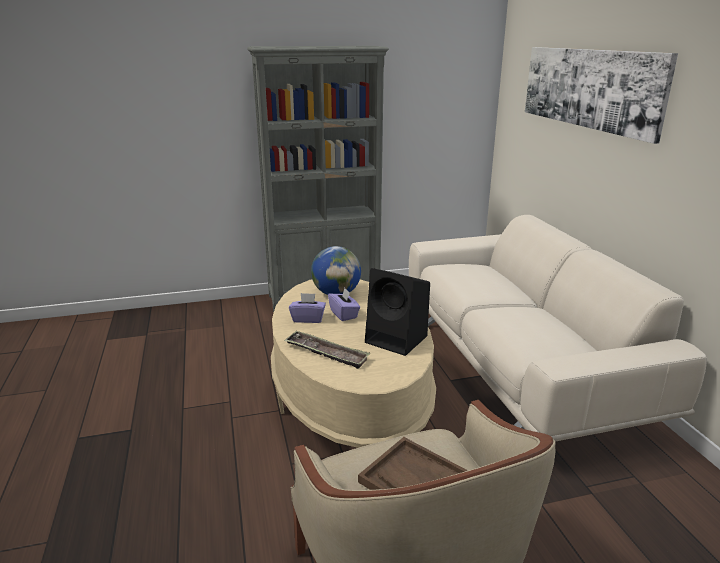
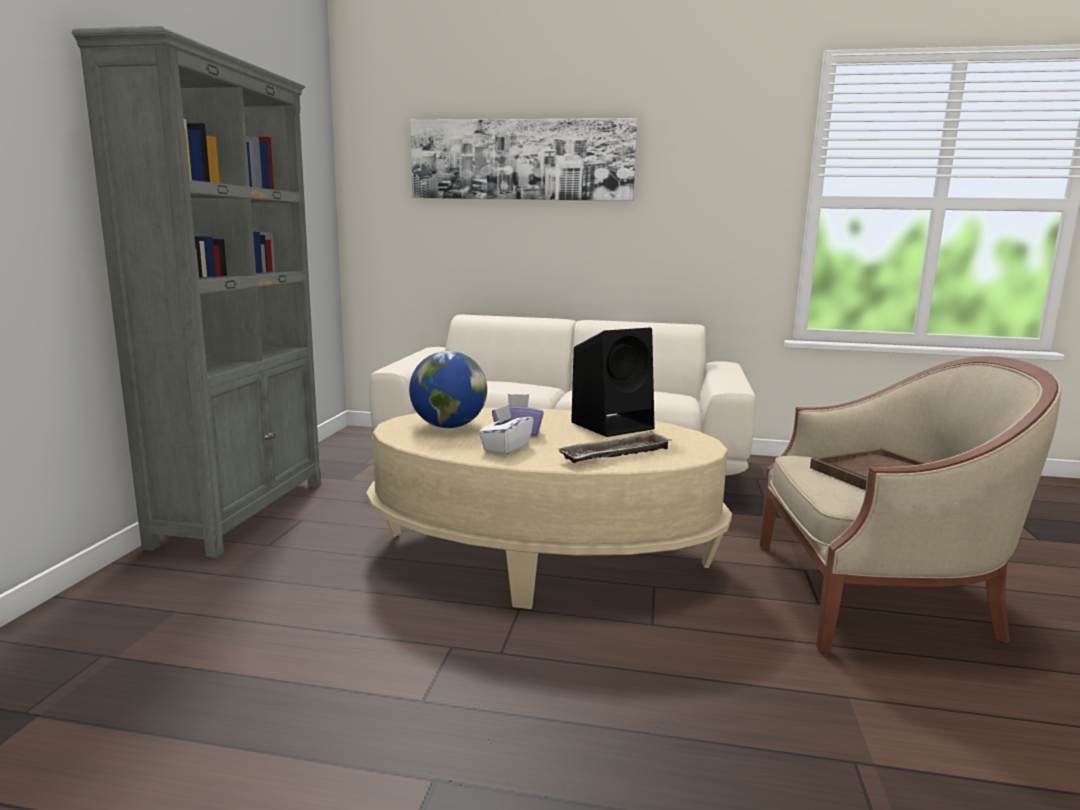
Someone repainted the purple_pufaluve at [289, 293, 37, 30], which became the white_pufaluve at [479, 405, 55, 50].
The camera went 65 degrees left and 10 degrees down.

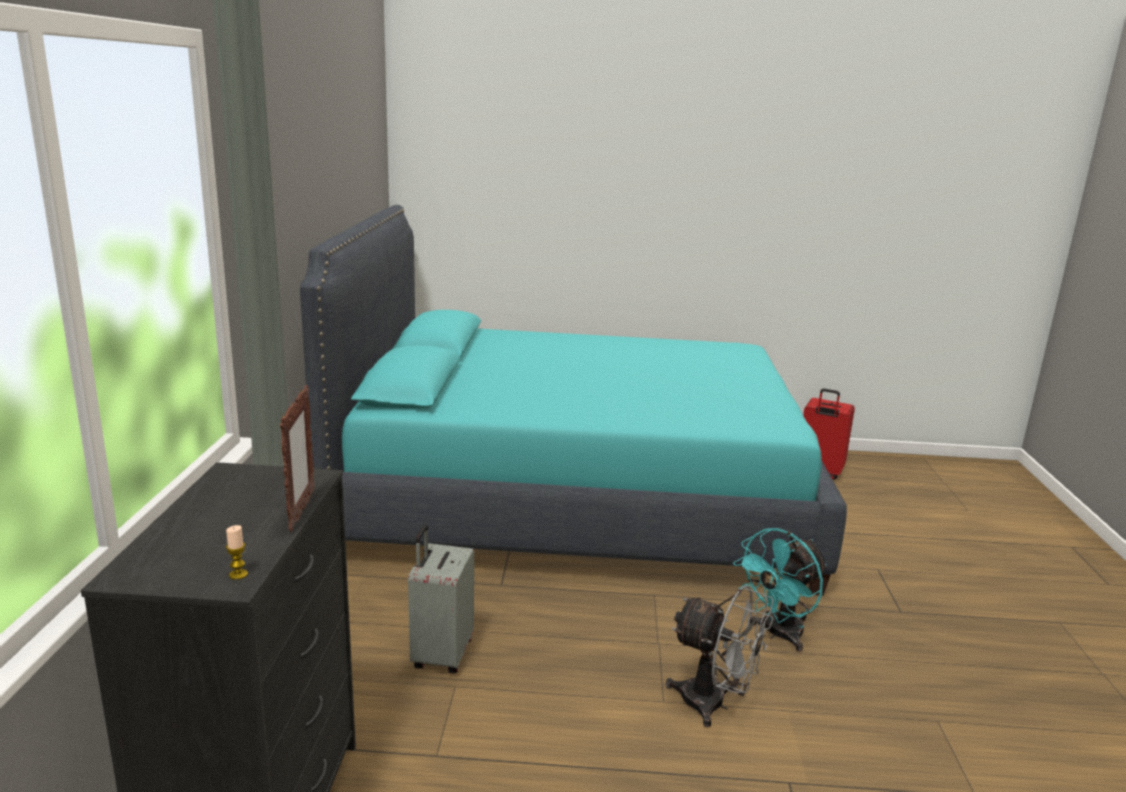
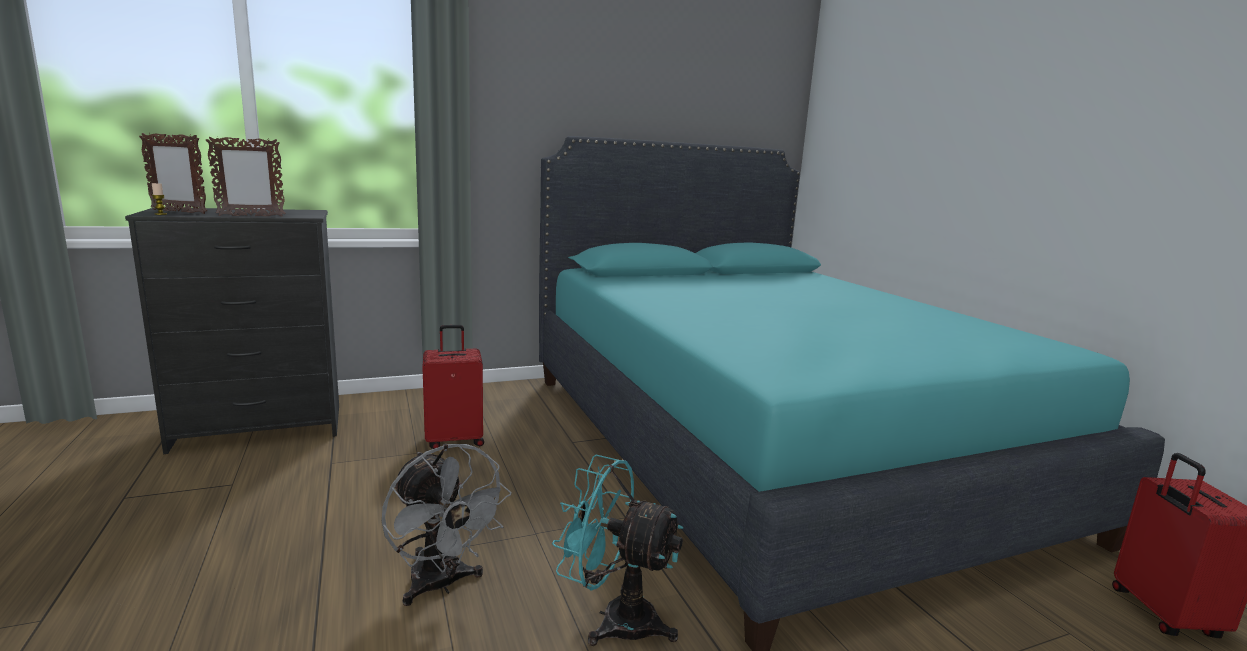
Someone repainted the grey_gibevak at [408, 524, 66, 149], which became the red_gibevak at [422, 325, 62, 124].
Someone rotated the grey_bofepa at [666, 585, 108, 143] by 45 degrees counterclockwise.
Someone put down the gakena at [139, 133, 68, 81].
The camera went 65 degrees right and 5 degrees down.

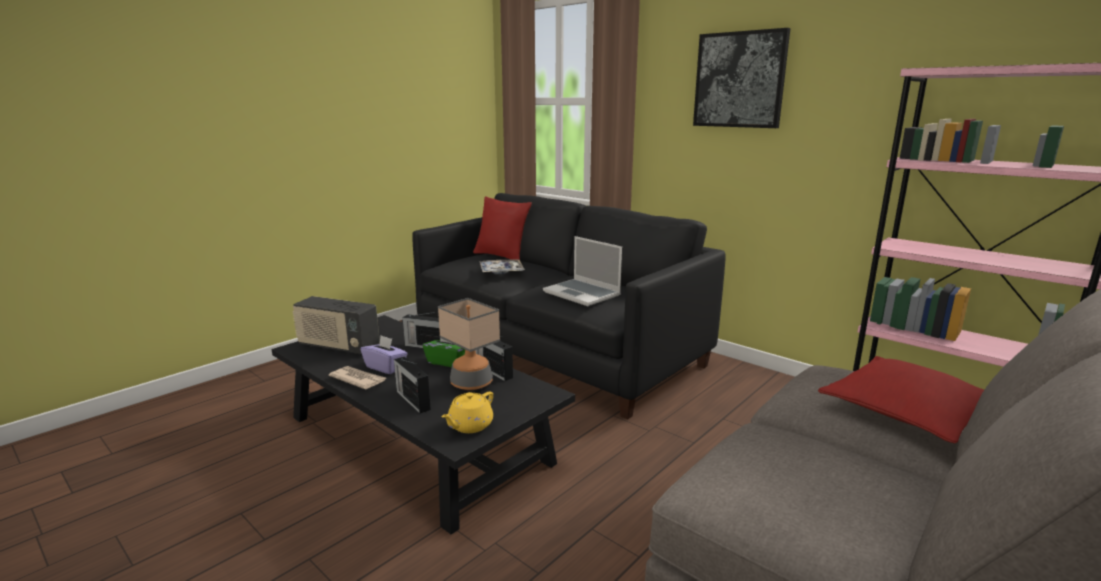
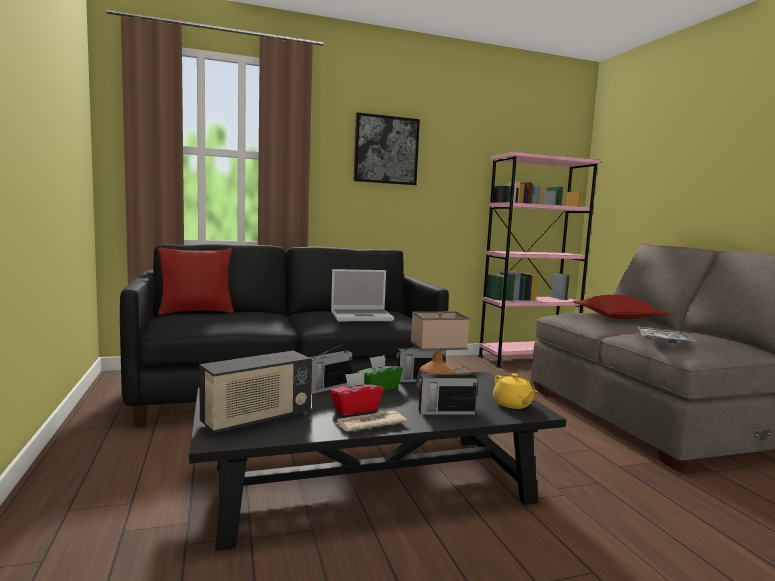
Someone repainted the purple_pufaluve at [360, 335, 48, 39], which became the red_pufaluve at [330, 372, 53, 43].
Someone carried the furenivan from [479, 260, 46, 14] to [636, 326, 61, 18].
The camera went 60 degrees left and 10 degrees down.

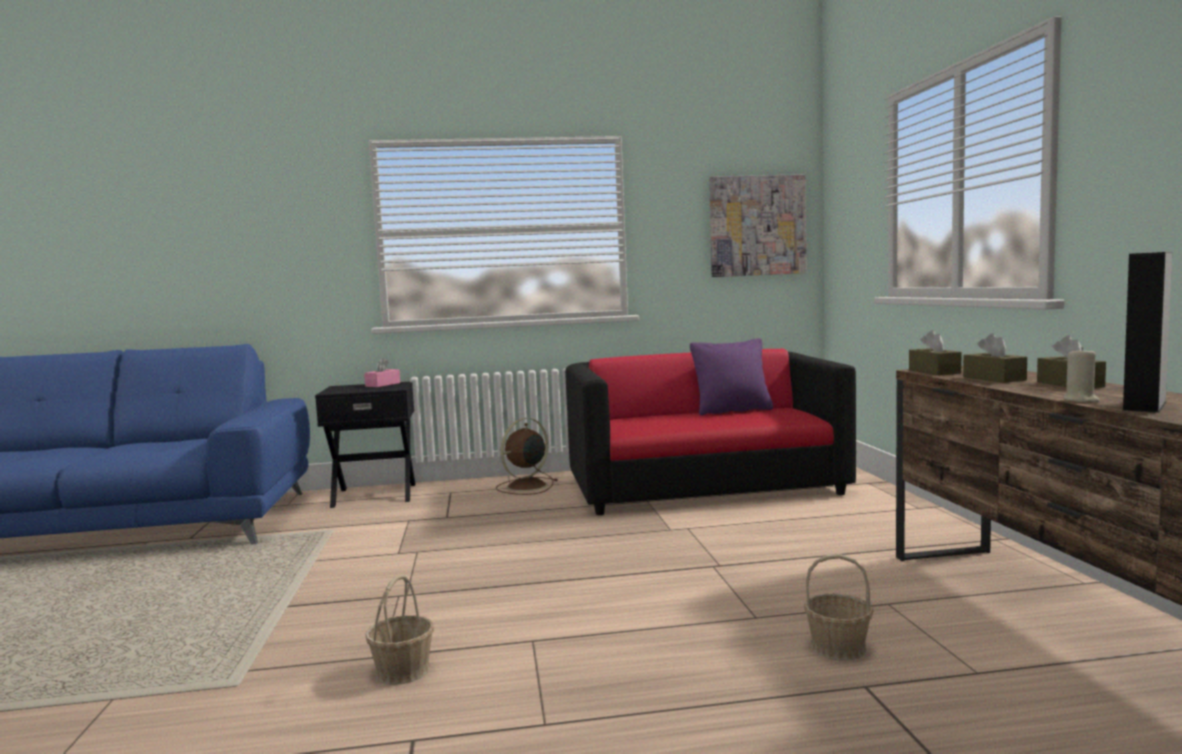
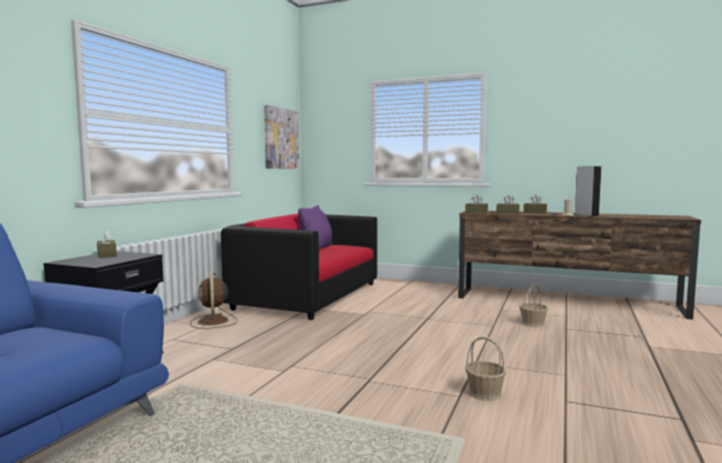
Someone repainted the pink_pufaluve at [364, 358, 36, 29], which became the brown_pufaluve at [97, 230, 20, 28].
The camera went 60 degrees left and 0 degrees up.

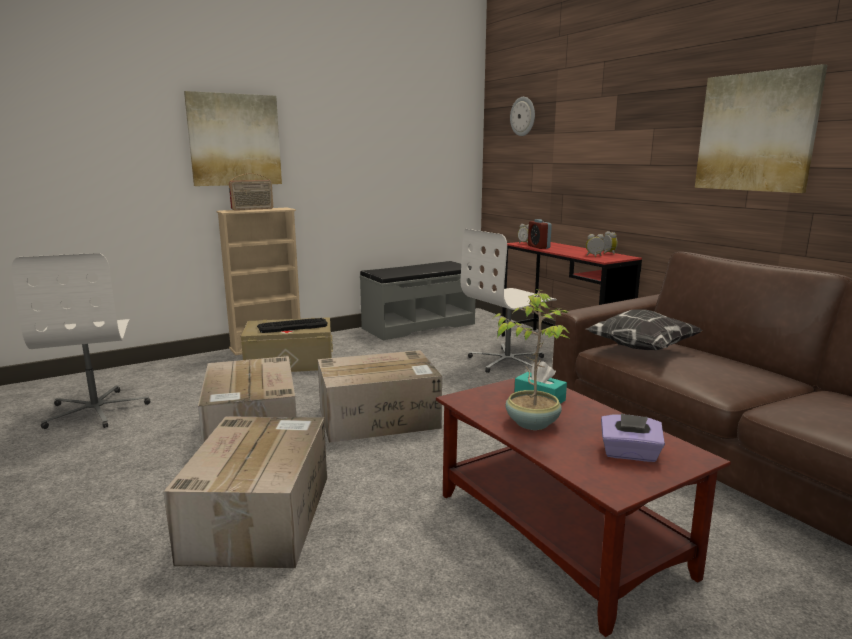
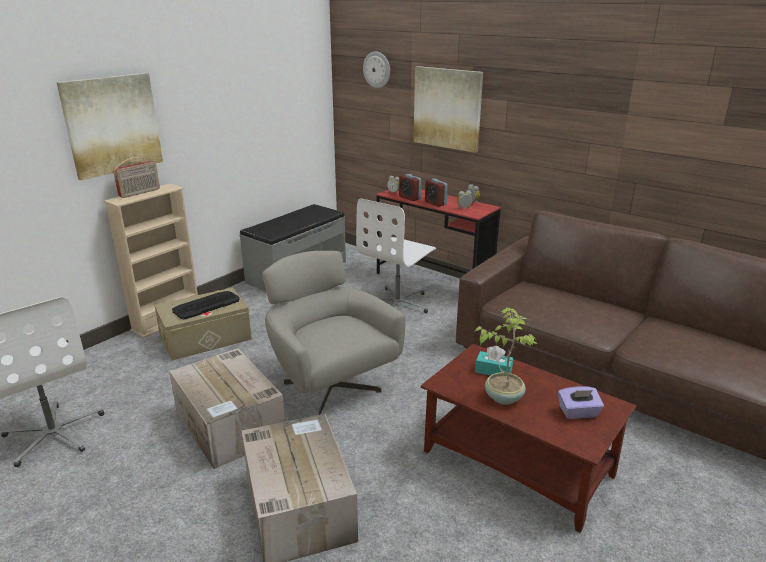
Someone swapped the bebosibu at [318, 350, 124, 93] for the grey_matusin at [262, 251, 143, 164].
Someone took away the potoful at [586, 309, 116, 41].
Someone carried the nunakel from [695, 64, 132, 129] to [413, 66, 70, 87].
Someone put down the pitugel at [425, 179, 23, 28].
The camera went 20 degrees left and 10 degrees up.

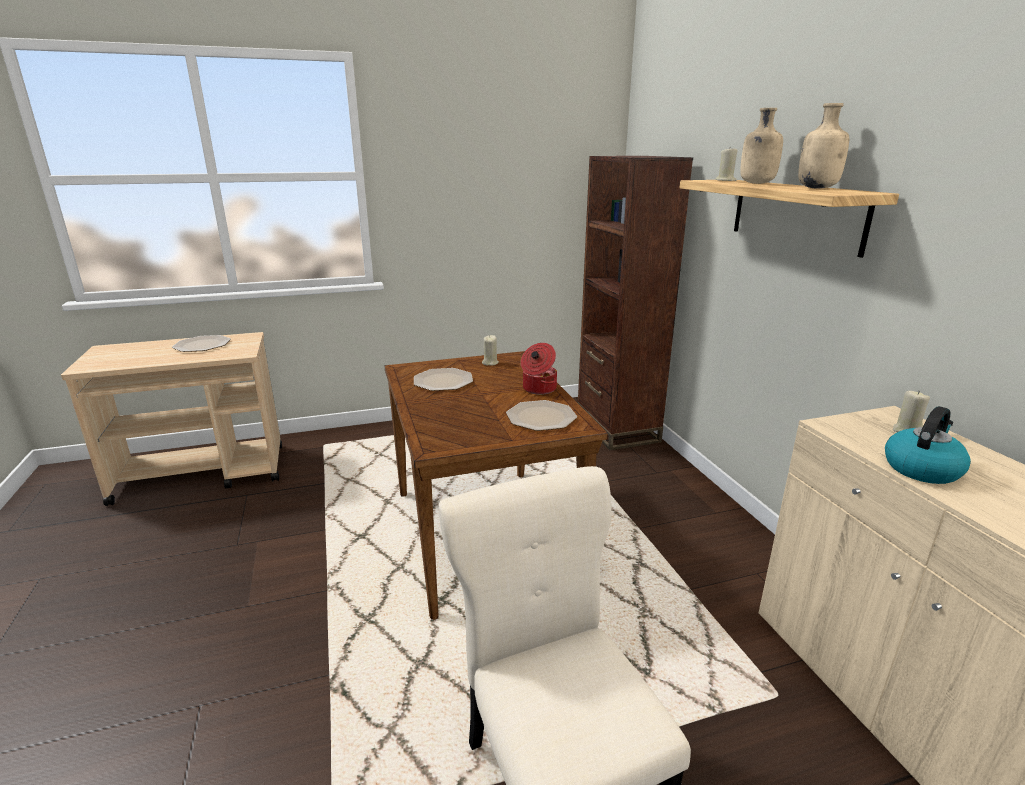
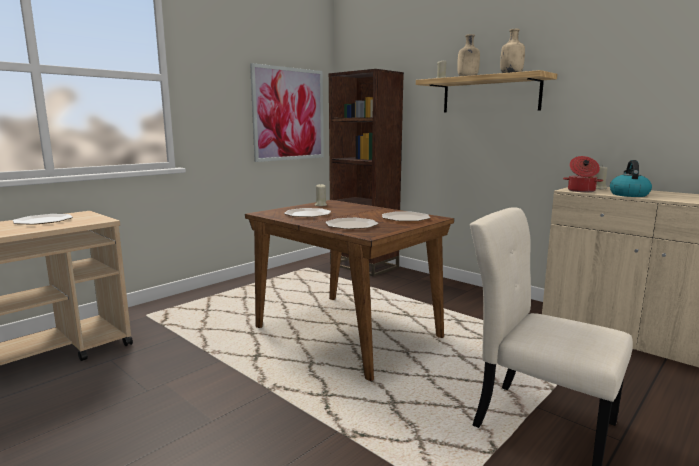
Someone carried the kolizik from [521, 343, 36, 52] to [563, 156, 40, 36].
Someone put up the nunakel at [250, 63, 74, 99].
Someone put down the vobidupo at [325, 218, 54, 11].
The camera went 30 degrees left and 10 degrees down.

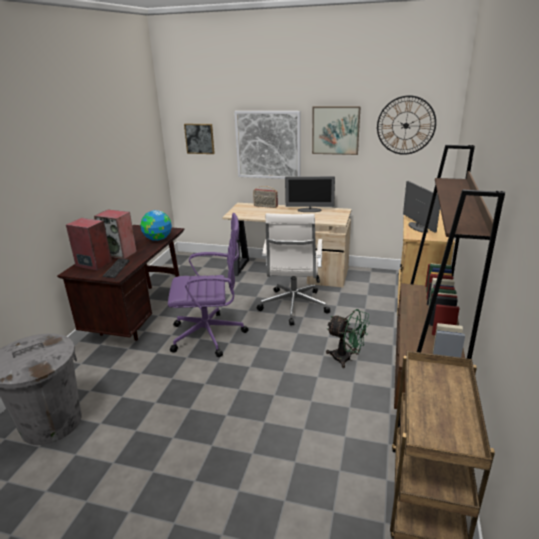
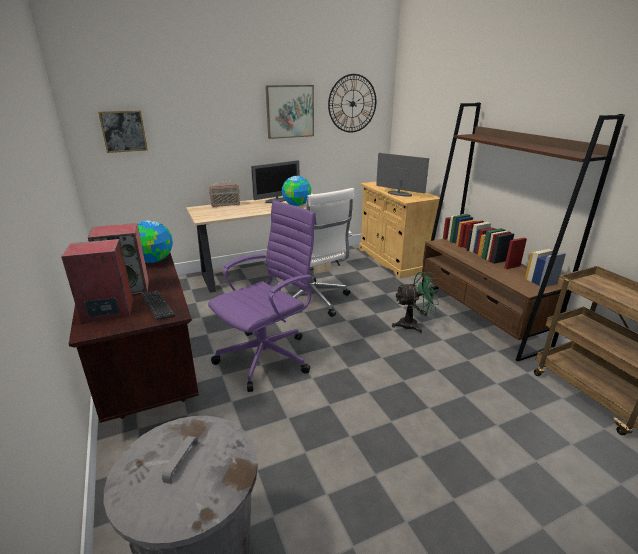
Someone took away the nunakel at [234, 111, 66, 68].
Someone put down the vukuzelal at [282, 176, 29, 30].
The camera went 40 degrees left and 0 degrees up.

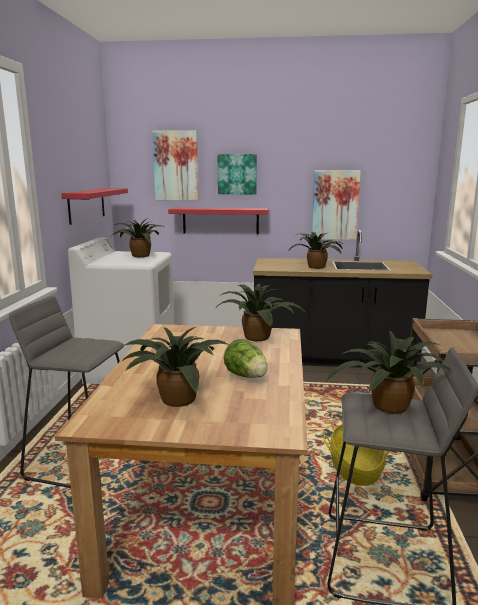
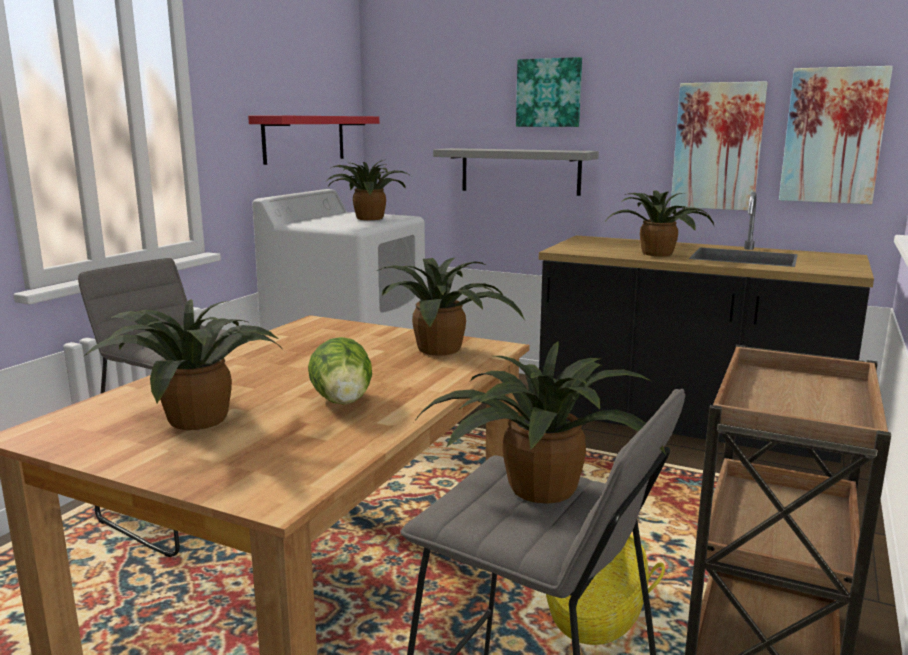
Someone carried the nunakel from [152, 130, 47, 71] to [779, 66, 114, 138].
Someone repainted the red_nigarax at [168, 207, 101, 27], which became the grey_nigarax at [433, 148, 166, 48].
The camera went 20 degrees right and 0 degrees up.

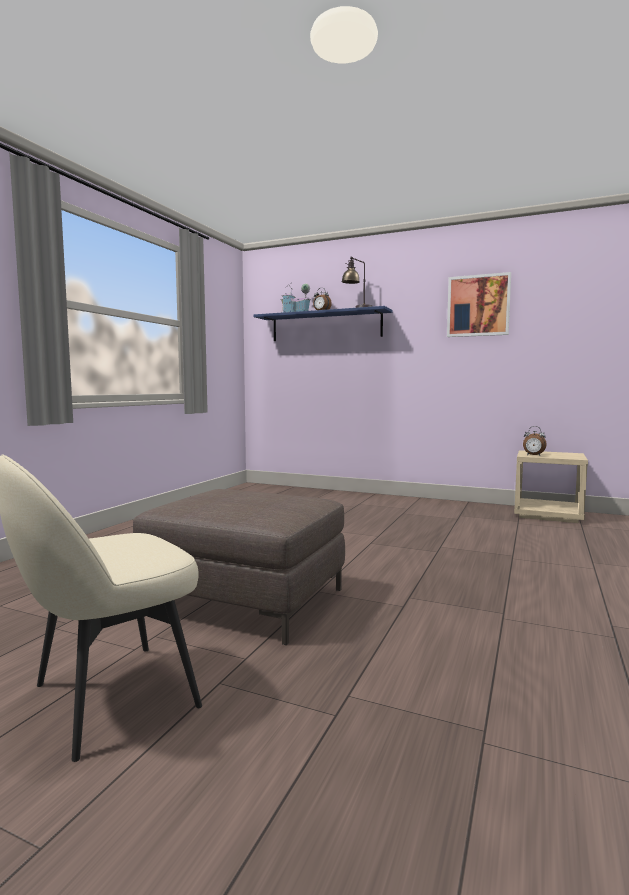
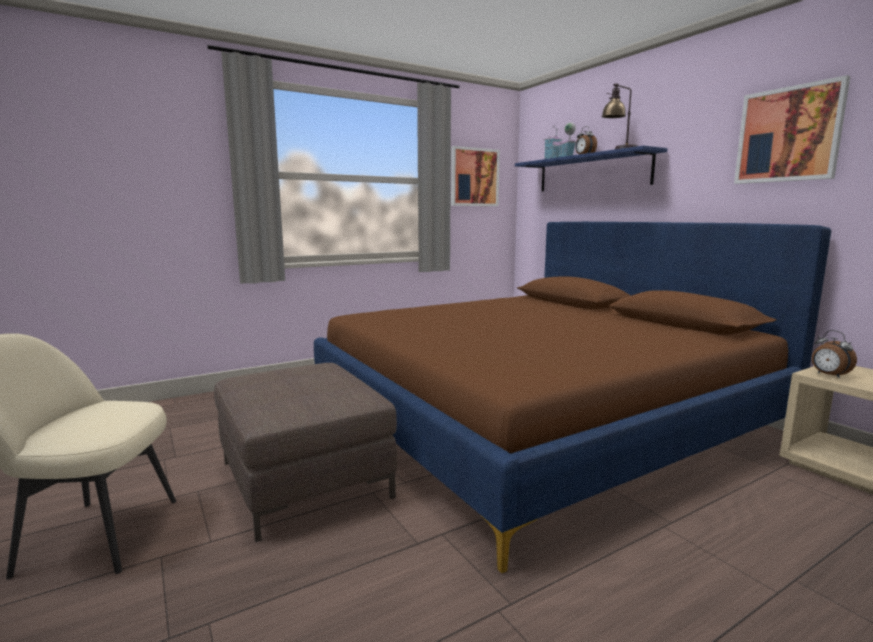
Someone put down the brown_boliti at [314, 222, 517, 351].
Someone put up the nunakel at [451, 146, 49, 60].
The camera went 35 degrees right and 5 degrees up.

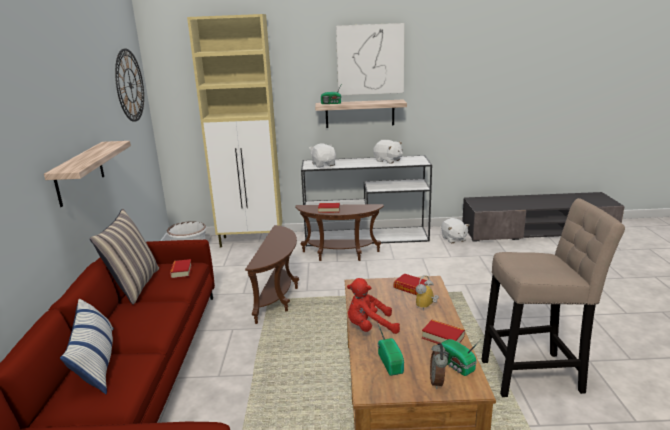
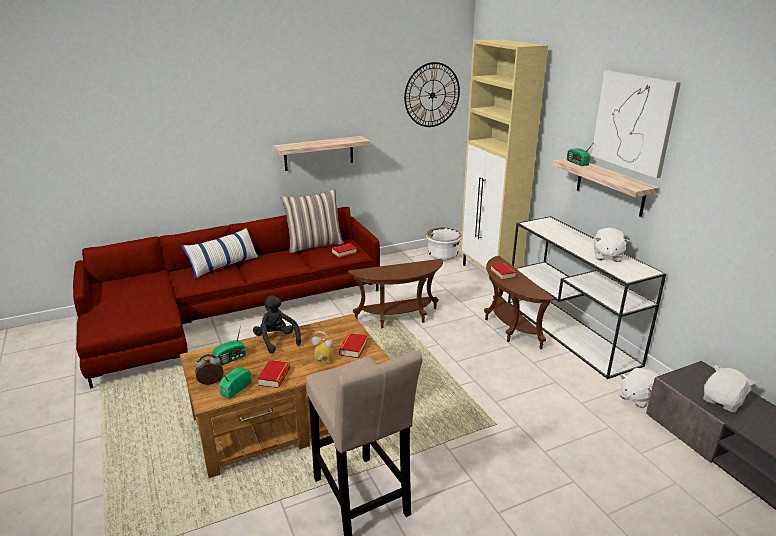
Someone carried the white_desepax from [309, 143, 27, 25] to [703, 365, 53, 48].
Someone repainted the red_desepax at [347, 278, 53, 56], which became the black_desepax at [253, 295, 48, 59].
The camera went 65 degrees right and 5 degrees up.

